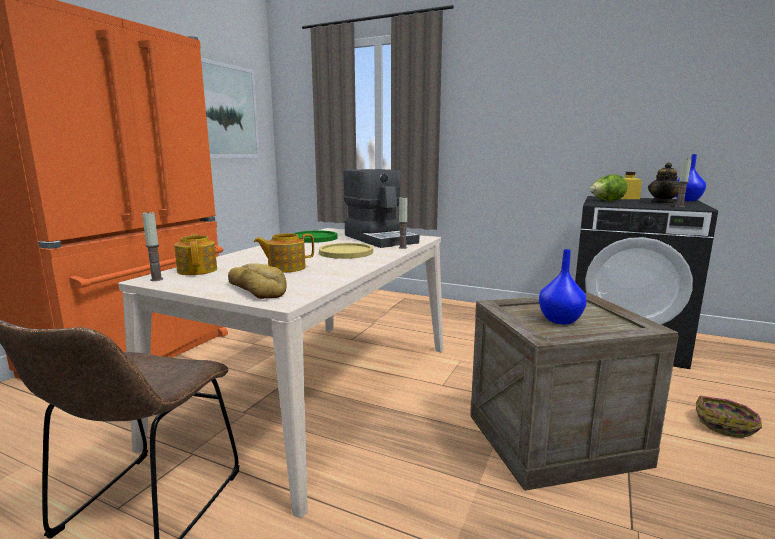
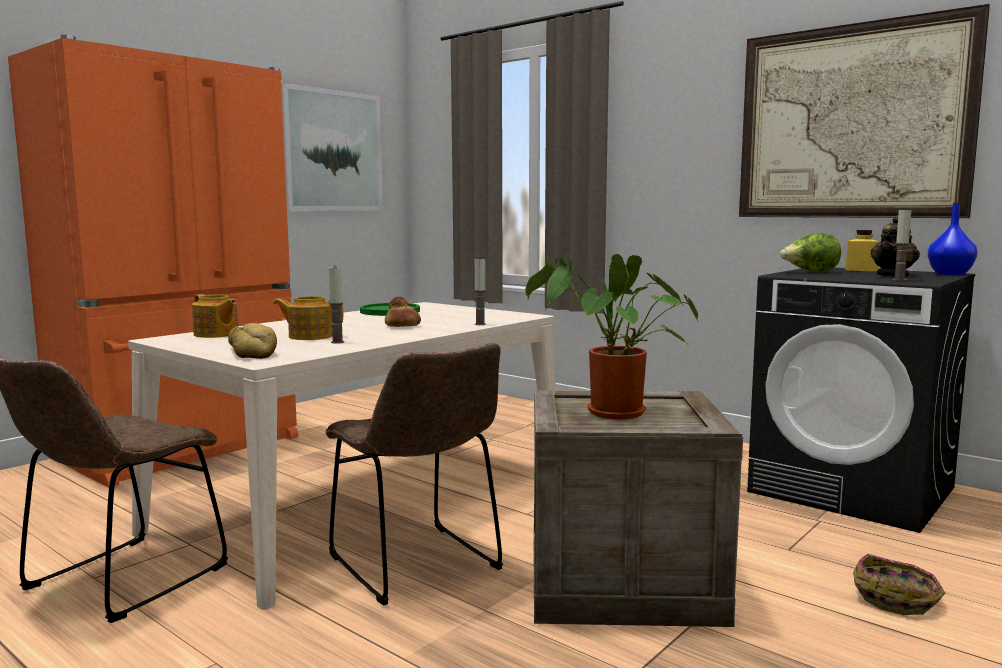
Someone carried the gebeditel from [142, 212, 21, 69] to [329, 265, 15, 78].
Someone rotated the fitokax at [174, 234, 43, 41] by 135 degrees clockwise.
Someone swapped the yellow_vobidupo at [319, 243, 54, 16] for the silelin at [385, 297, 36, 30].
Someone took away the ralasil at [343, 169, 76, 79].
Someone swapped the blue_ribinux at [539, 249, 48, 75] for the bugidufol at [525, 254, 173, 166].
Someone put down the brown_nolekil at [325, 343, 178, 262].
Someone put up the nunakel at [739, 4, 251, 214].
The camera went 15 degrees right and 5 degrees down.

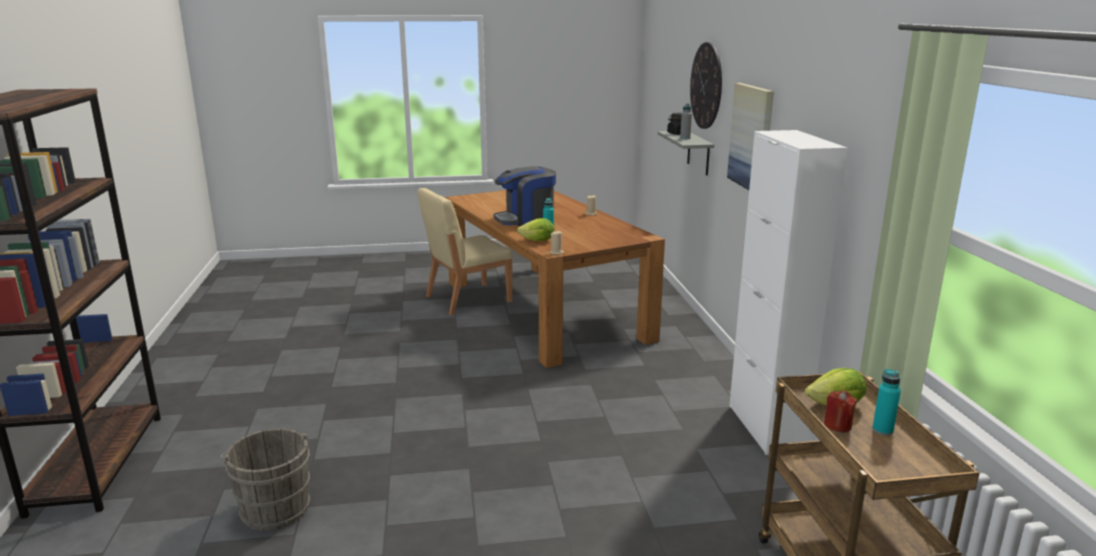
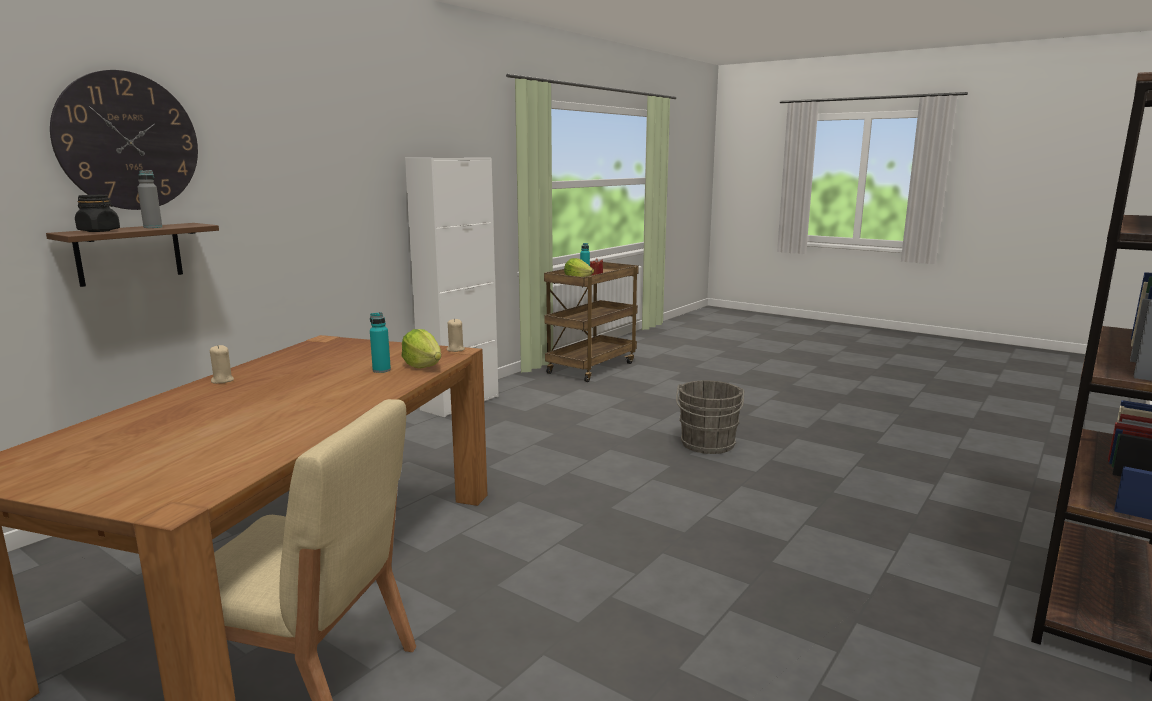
Someone carried the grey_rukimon from [220, 429, 91, 102] to [676, 381, 68, 73].
Someone took away the ralasil at [493, 166, 63, 60].
Someone repainted the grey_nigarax at [658, 131, 56, 45], which became the brown_nigarax at [46, 223, 173, 64].
Someone took away the nunakel at [727, 83, 47, 107].
The camera went 135 degrees left and 5 degrees down.

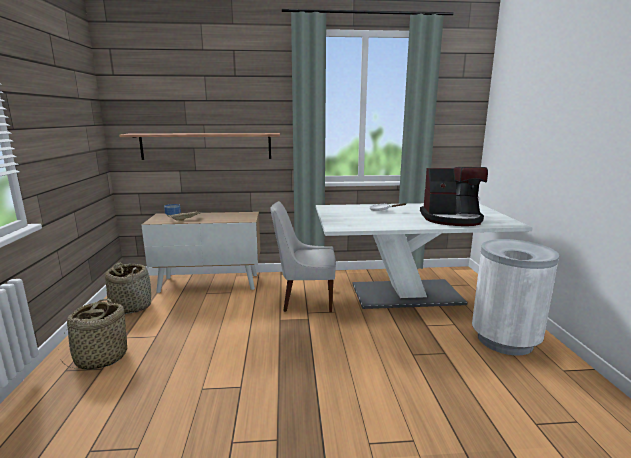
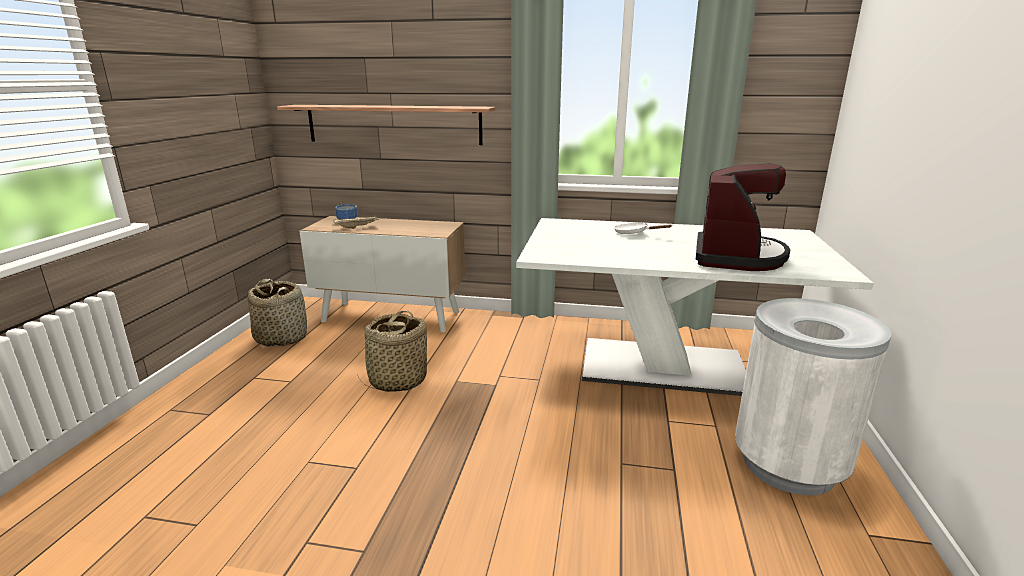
Someone carried the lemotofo from [60, 299, 67, 71] to [356, 311, 71, 81].
Someone took away the white_nolekil at [270, 201, 66, 111].
Someone rotated the ralasil at [420, 167, 68, 59] by 90 degrees counterclockwise.
The camera went 15 degrees right and 5 degrees up.

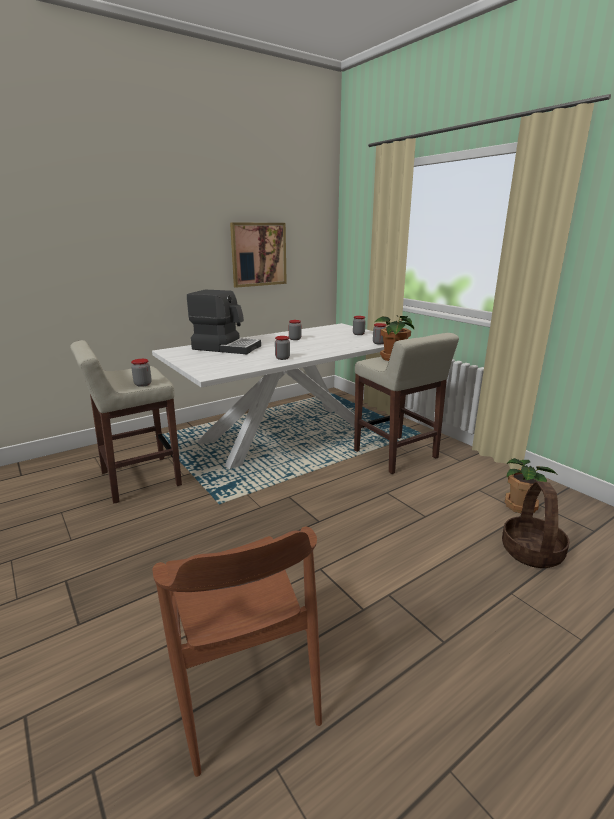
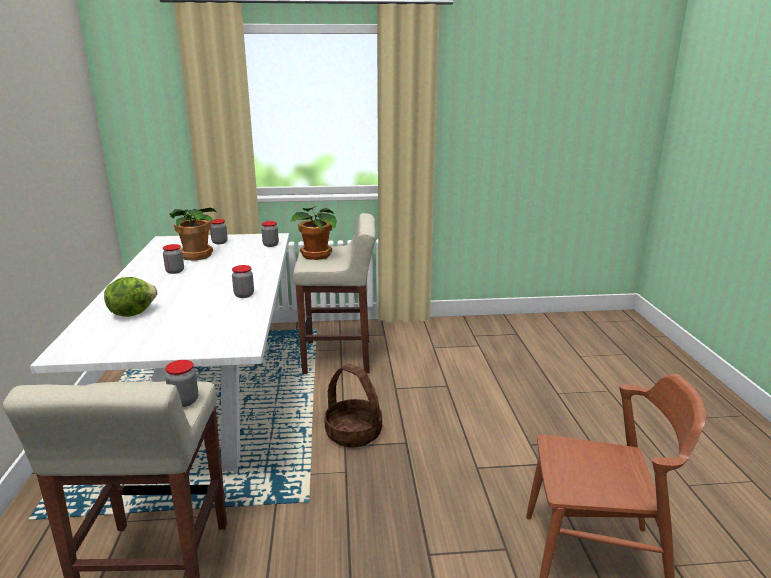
Someone swapped the ralasil at [187, 290, 74, 64] for the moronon at [104, 277, 54, 40].
Someone took away the nunakel at [230, 222, 57, 66].
Someone carried the lemotofo from [502, 481, 68, 87] to [324, 364, 58, 83].
Someone carried the bugidufol from [505, 458, 52, 55] to [170, 208, 46, 53].
The camera went 60 degrees left and 0 degrees up.

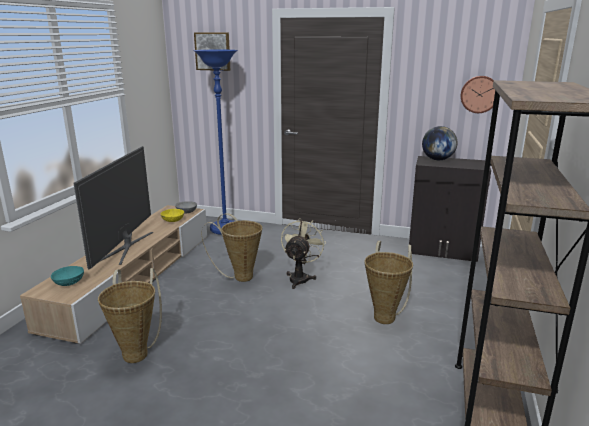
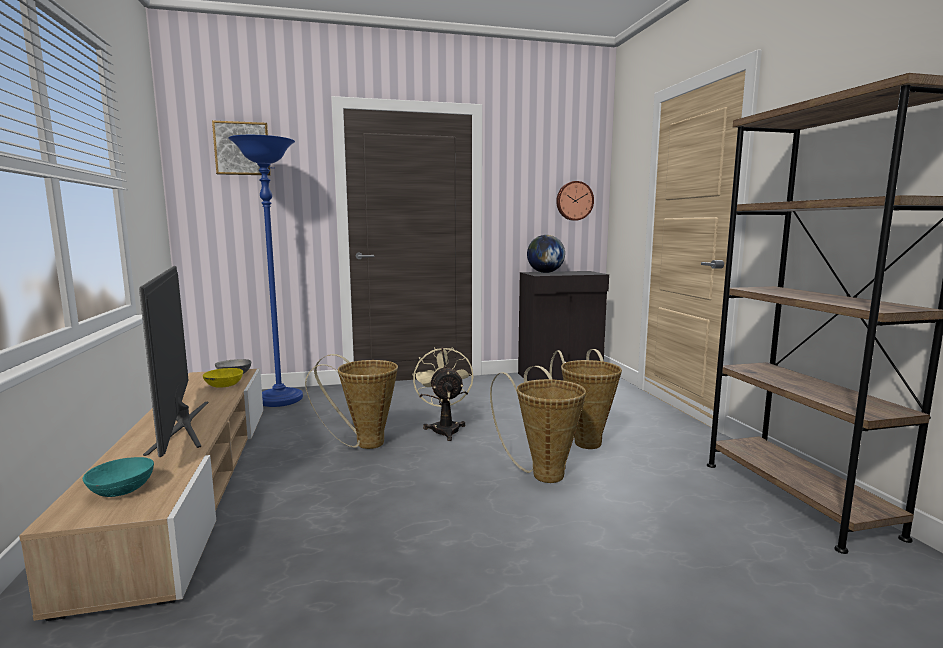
Someone carried the lemotofo from [98, 268, 64, 95] to [490, 366, 96, 117].
The camera went 30 degrees left and 10 degrees down.

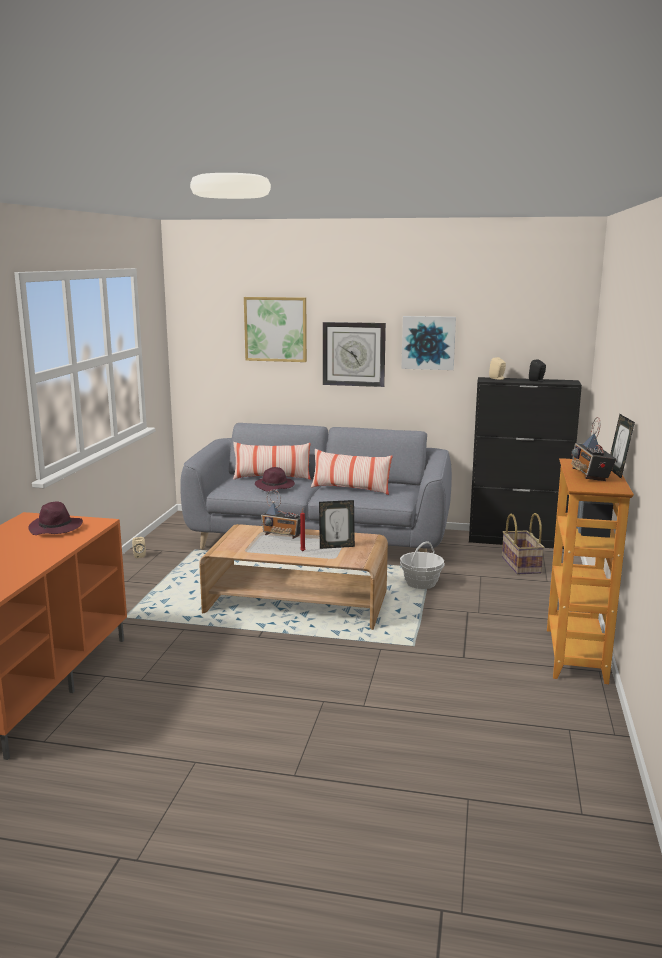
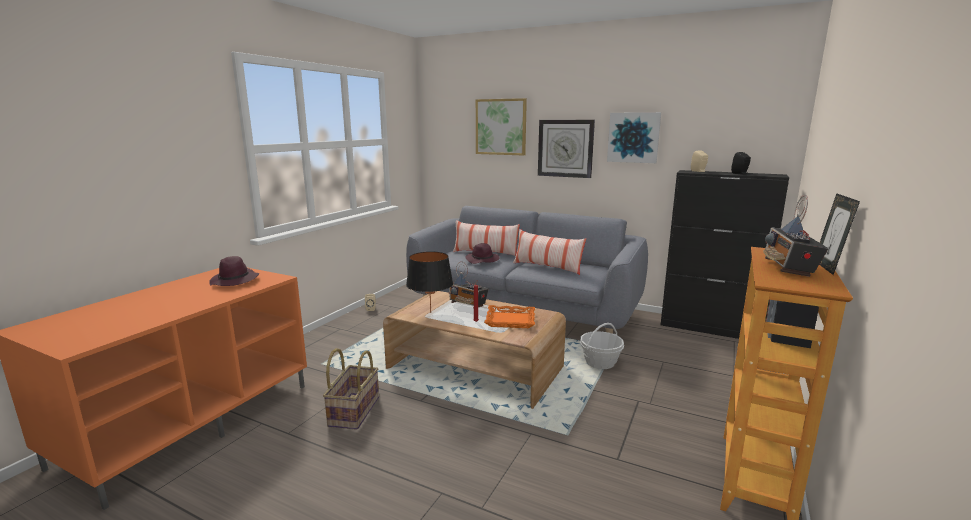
Someone swapped the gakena at [319, 500, 36, 49] for the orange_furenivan at [484, 305, 51, 23].
Someone carried the lemotofo from [502, 513, 43, 61] to [323, 348, 56, 82].
Someone put down the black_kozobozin at [406, 252, 47, 61].
The camera went 15 degrees right and 0 degrees up.

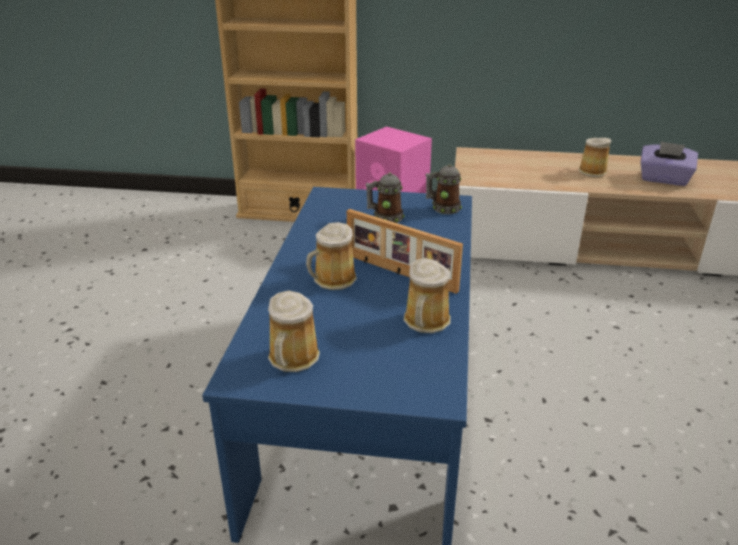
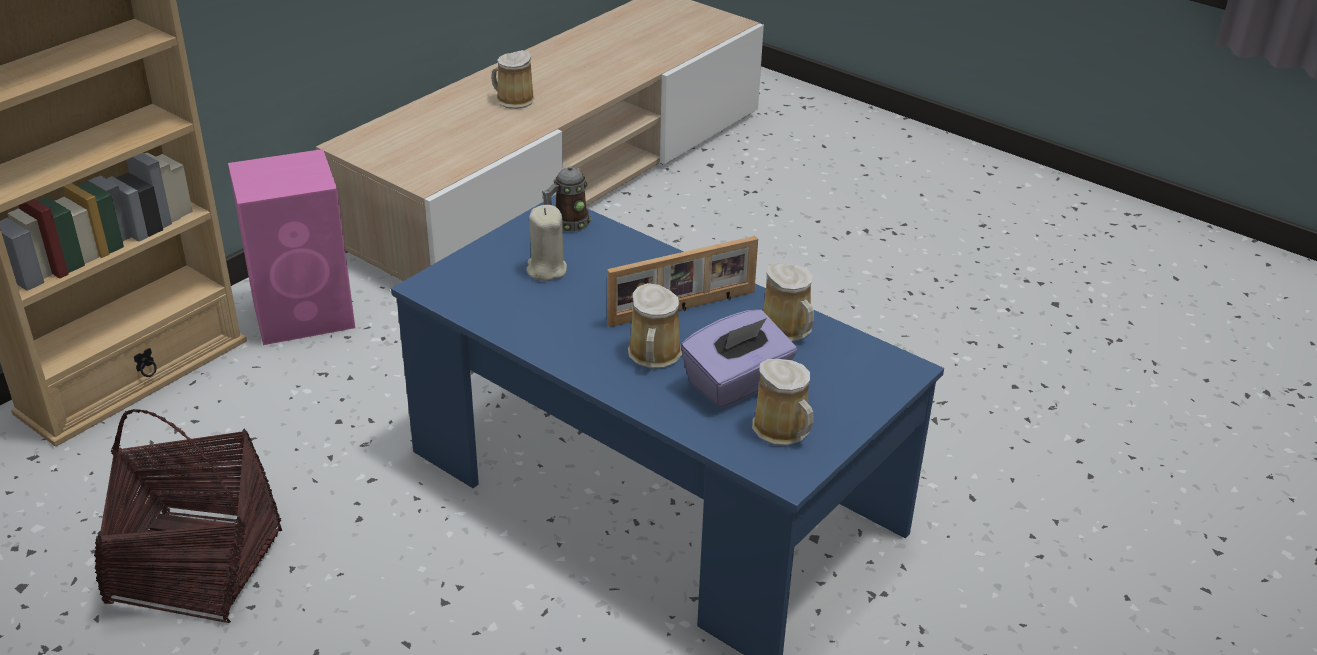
Someone swapped the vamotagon at [366, 173, 39, 50] for the beige_gebeditel at [526, 205, 41, 76].
Someone carried the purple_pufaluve from [640, 141, 58, 45] to [680, 309, 117, 99].
Someone put down the lemotofo at [94, 409, 188, 214].
The camera went 60 degrees left and 5 degrees up.

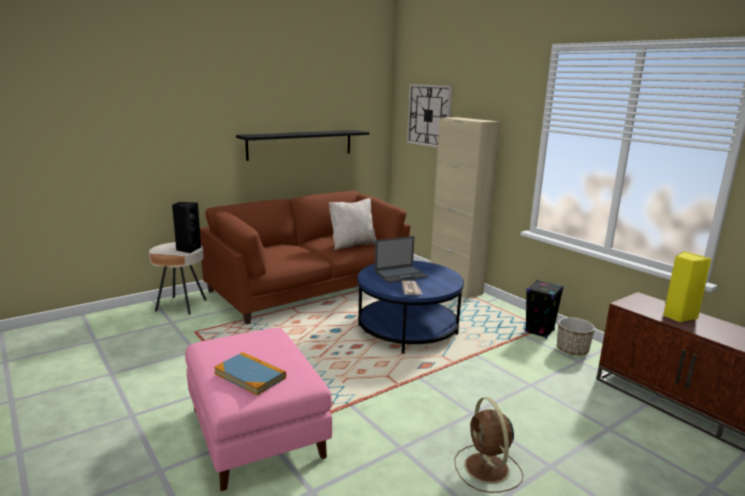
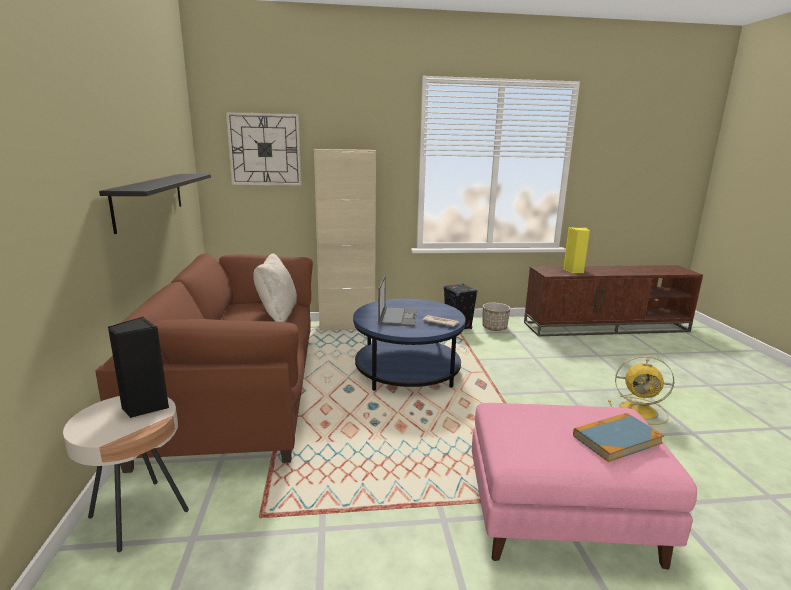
Someone repainted the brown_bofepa at [455, 397, 68, 96], which became the yellow_bofepa at [608, 356, 66, 69].
The camera went 60 degrees left and 0 degrees up.

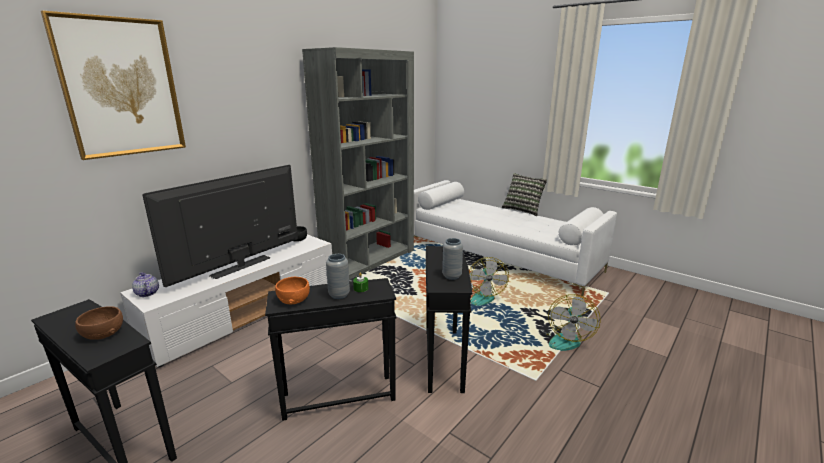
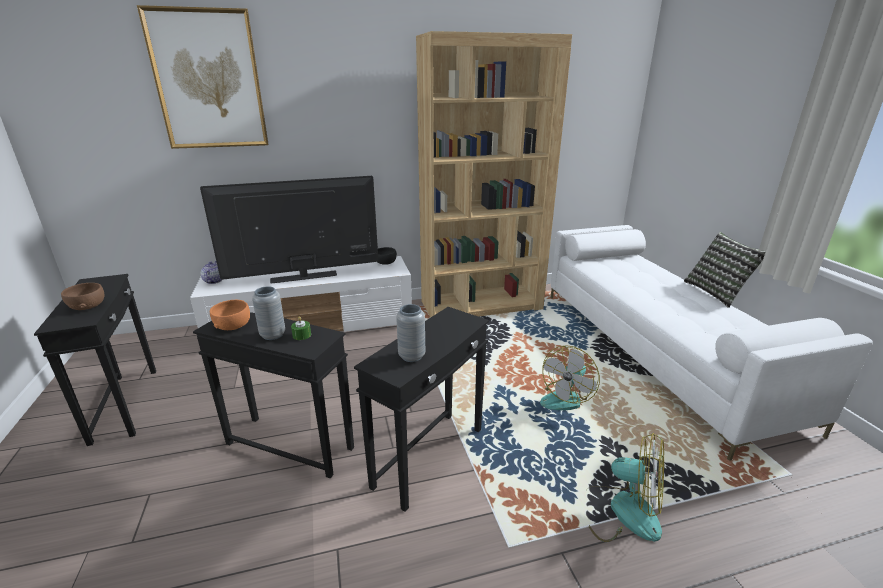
Someone repainted the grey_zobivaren at [302, 47, 112, 233], which became the brown_zobivaren at [416, 31, 156, 287].
Someone rotated the bofepa at [546, 294, 55, 57] by 120 degrees counterclockwise.
The camera went 35 degrees right and 5 degrees up.

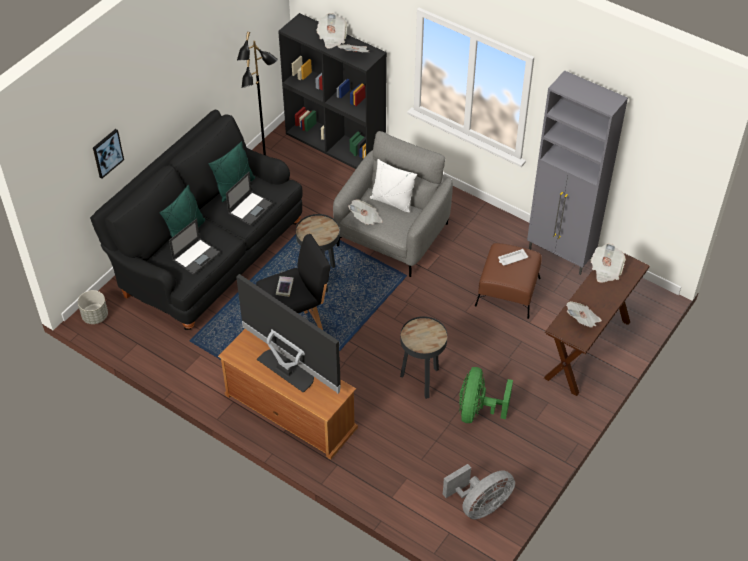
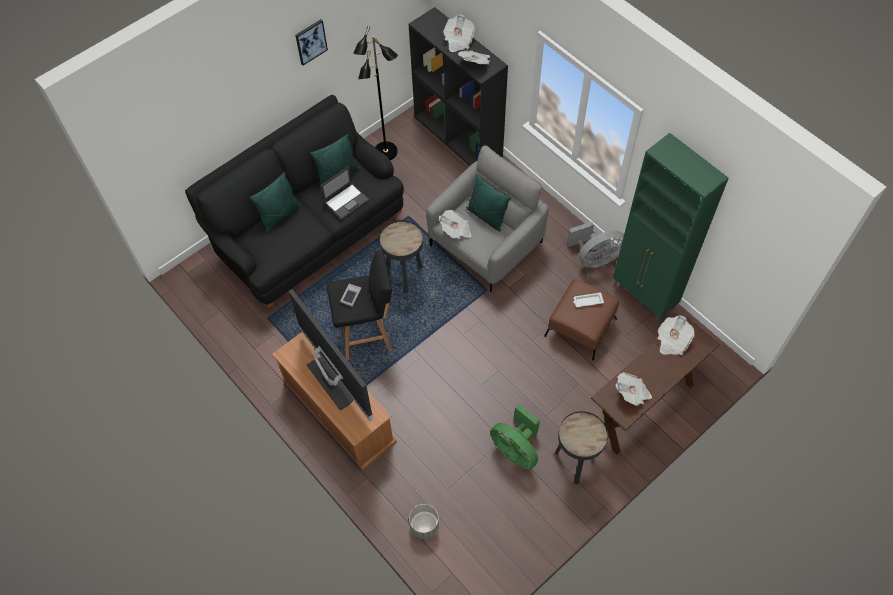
Someone carried the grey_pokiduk from [78, 290, 30, 34] to [409, 504, 30, 35].
Someone carried the nunakel from [93, 129, 31, 50] to [295, 19, 33, 46].
Someone took away the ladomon at [169, 219, 51, 56].
Someone repainted the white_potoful at [370, 159, 47, 54], which became the green_potoful at [466, 174, 45, 57].
Someone carried the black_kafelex from [400, 316, 48, 83] to [554, 411, 54, 73].
Someone carried the grey_bofepa from [443, 464, 72, 55] to [567, 222, 57, 46].
Someone rotated the green_bofepa at [459, 367, 54, 56] by 75 degrees counterclockwise.
Someone repainted the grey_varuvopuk at [527, 70, 101, 205], which became the green_varuvopuk at [613, 133, 116, 190].
The camera went 15 degrees right and 10 degrees up.

